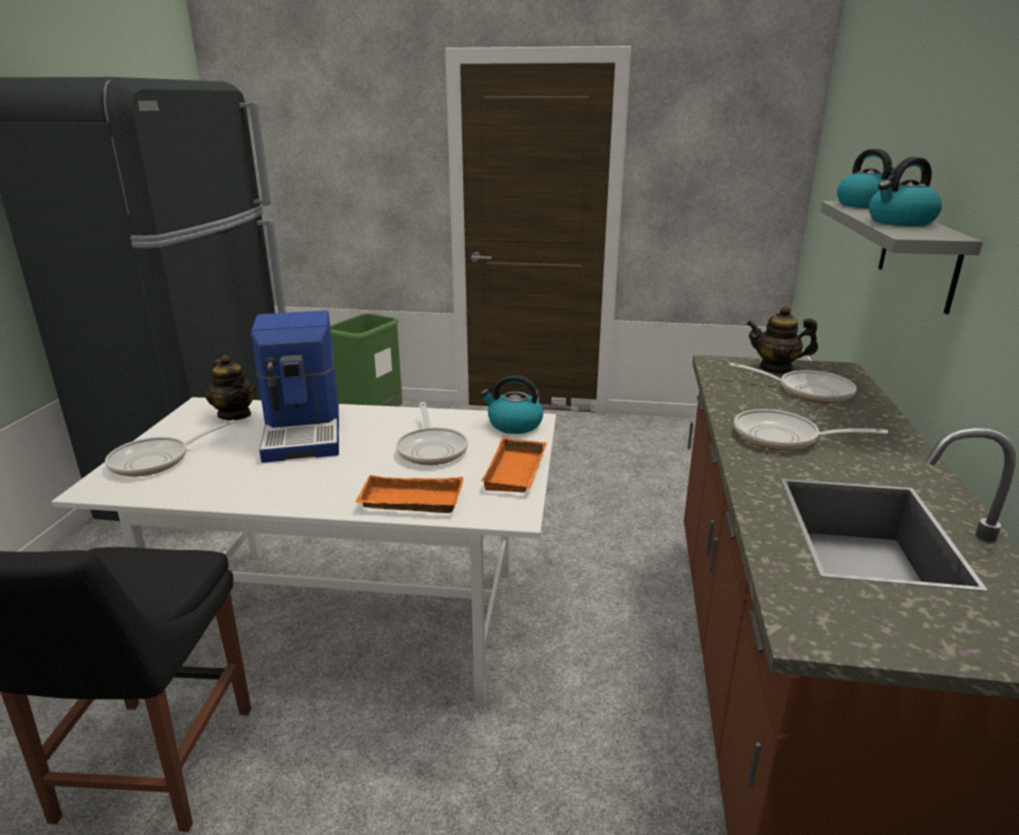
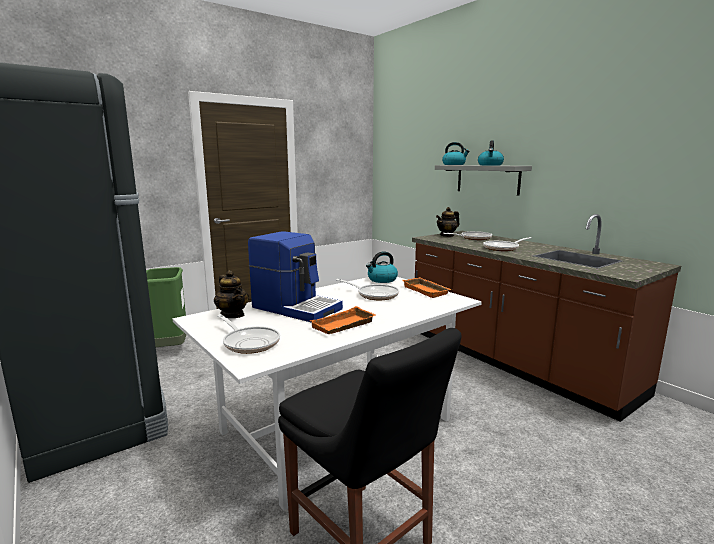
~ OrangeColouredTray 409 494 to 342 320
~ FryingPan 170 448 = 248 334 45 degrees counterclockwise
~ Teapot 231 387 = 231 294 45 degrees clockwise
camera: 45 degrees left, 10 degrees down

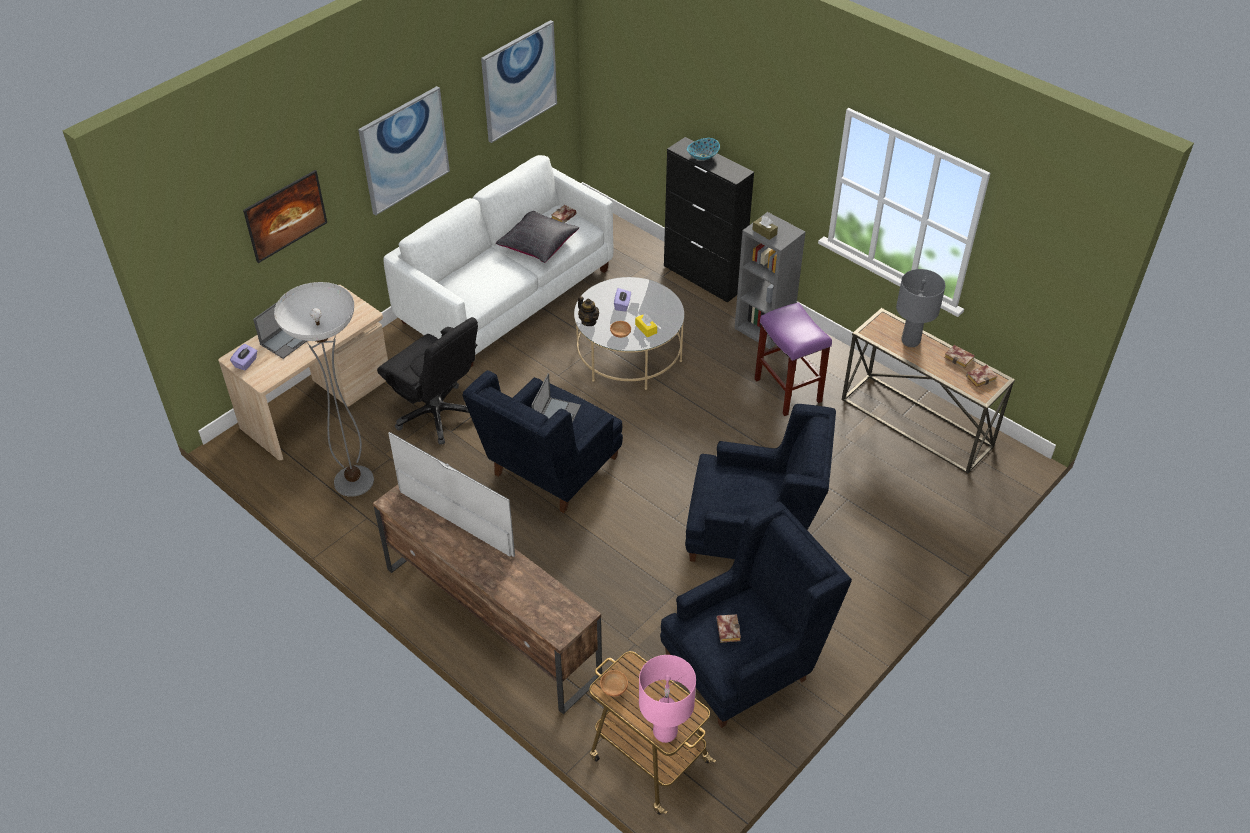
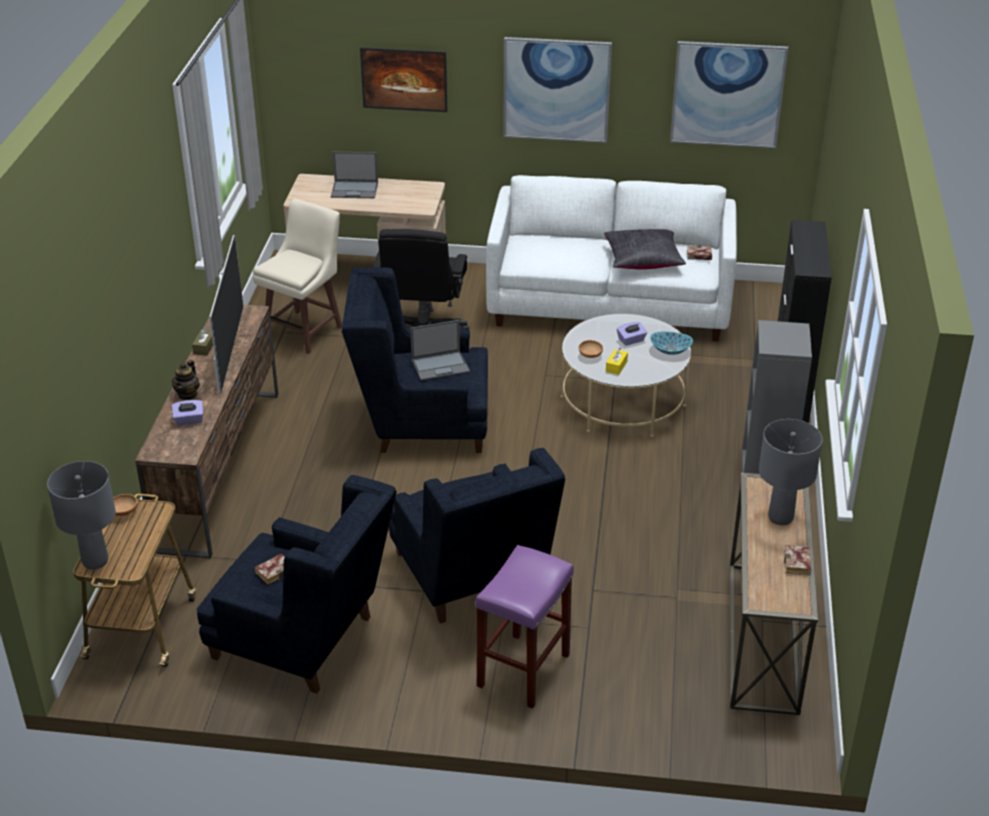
- Book 981 376
~ PurpleTissueBox 243 357 to 188 412
~ Teapot 588 311 to 186 380
~ Bowl 703 149 to 671 343
~ BrownishTissueBox 765 228 to 202 341
~ PurpleStoolSeat 793 359 to 524 627
~ StandingLamp 324 389 to BeigeStoolSeat 297 276
~ PinkColouredTableLamp 667 699 to GreyishTableLamp 81 515
camera: 55 degrees right, 10 degrees down

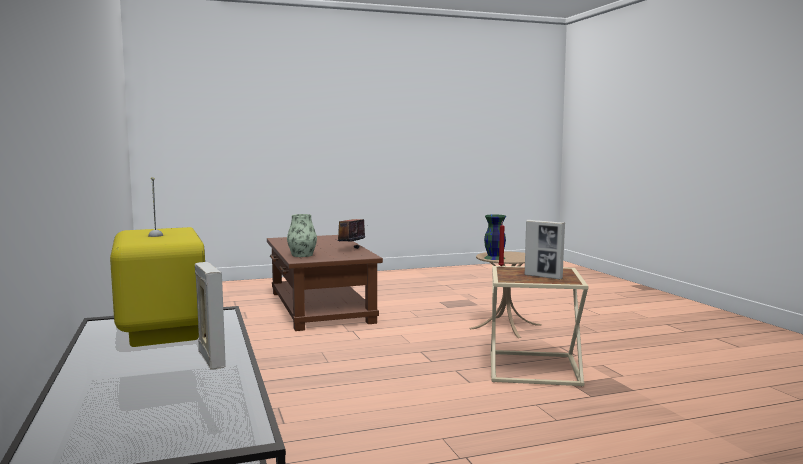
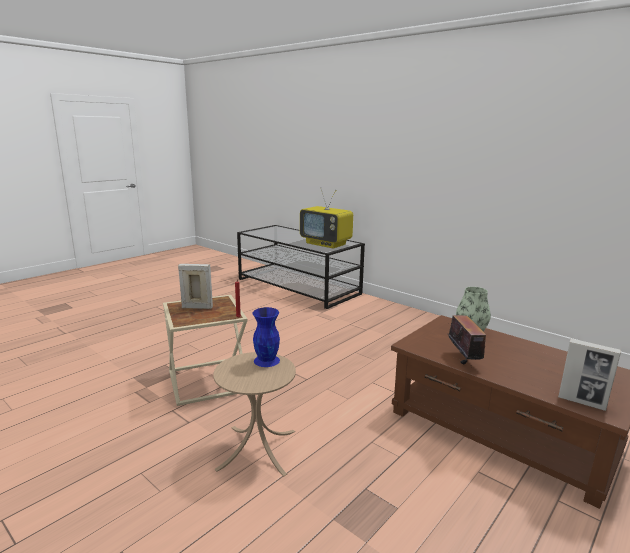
~ StandingFrame 210 316 to 589 374
~ GreenColouredVase 495 237 to BlueVase 266 337
camera: 150 degrees right, 10 degrees up

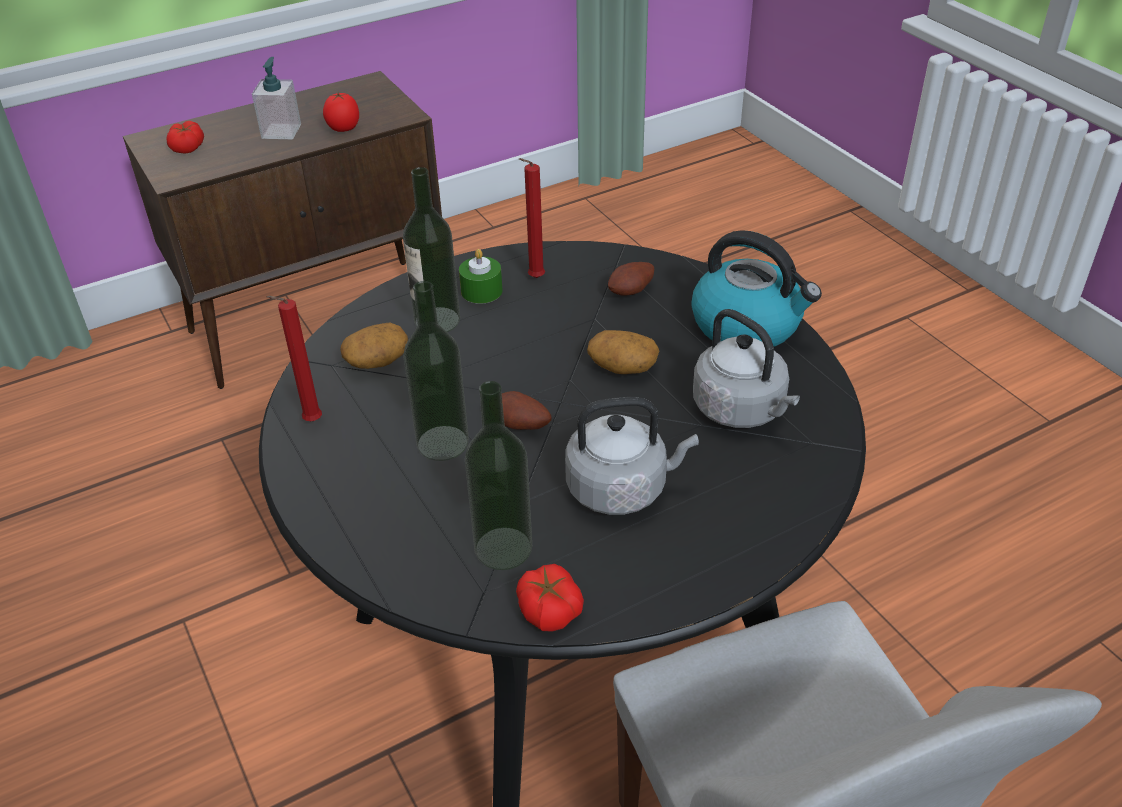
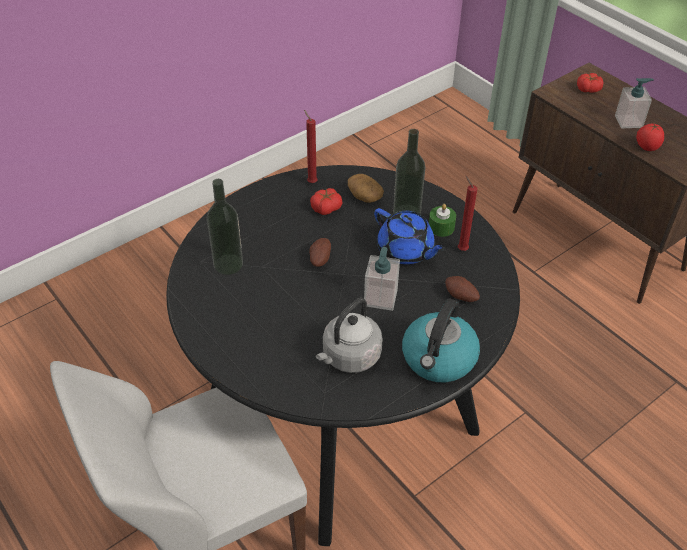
- BeverageBottle 436 371
- GreyishTeaKettle 632 456
+ BlueTeapot 410 236
~ WholeTomato 550 598 to 326 201
~ Spud 623 352 to SoapDispenser 382 279
camera: 80 degrees right, 5 degrees up

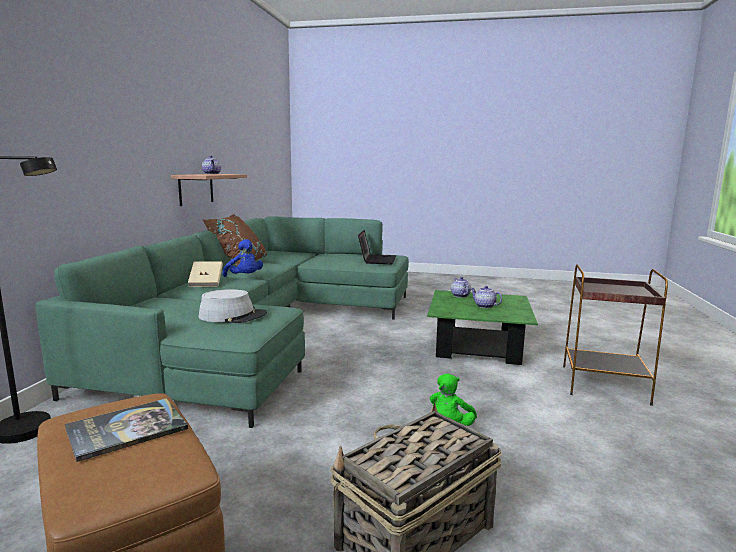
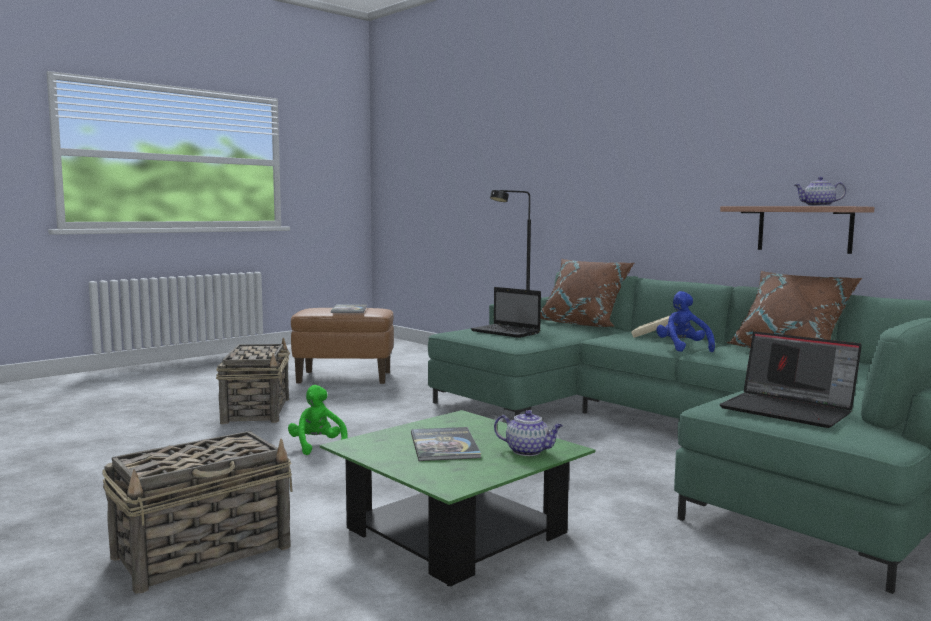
+ BrownishThrowPillow 587 293
~ GreyishClothingHat 233 306 to NotebookComputer 506 312
~ Teapot 486 297 to Book 446 444
~ BrownishAccentTable 615 335 to StorageBasket 197 512
~ BlueSoftToy 243 258 = 685 321 90 degrees clockwise
camera: 125 degrees right, 5 degrees down

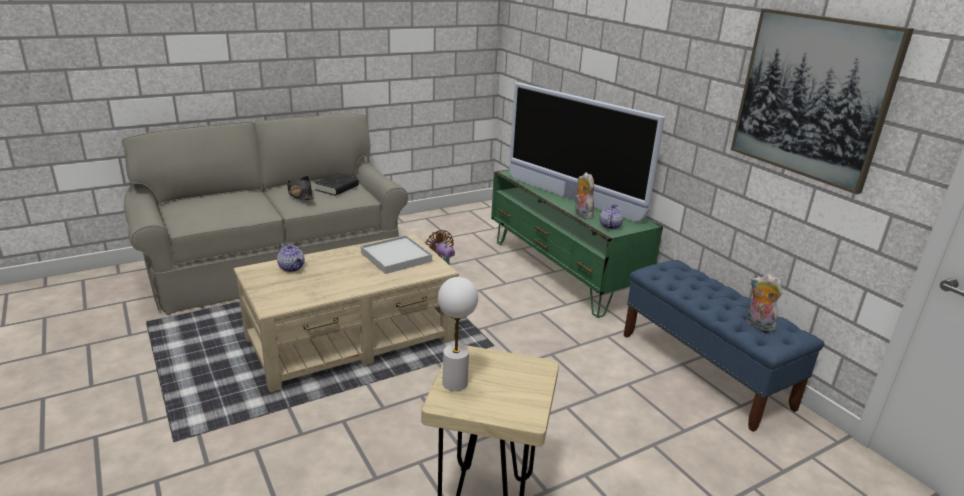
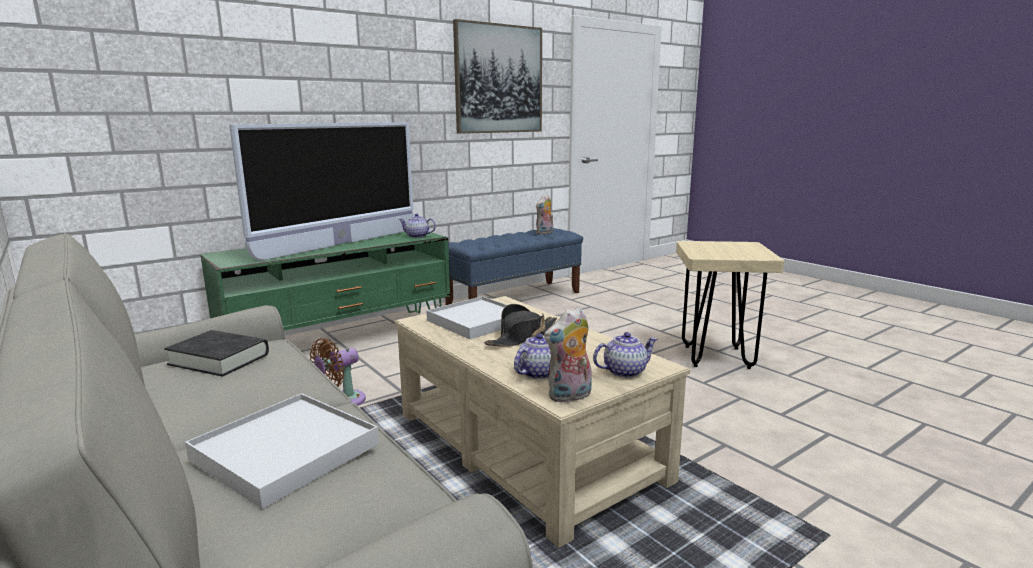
- WhitishTableLamp 458 334
+ WhitishTray 282 451
+ Teapot 625 355
~ BlackishClothingHat 300 188 to 520 325
~ SoftToy 584 195 to 568 355
camera: 95 degrees left, 10 degrees down

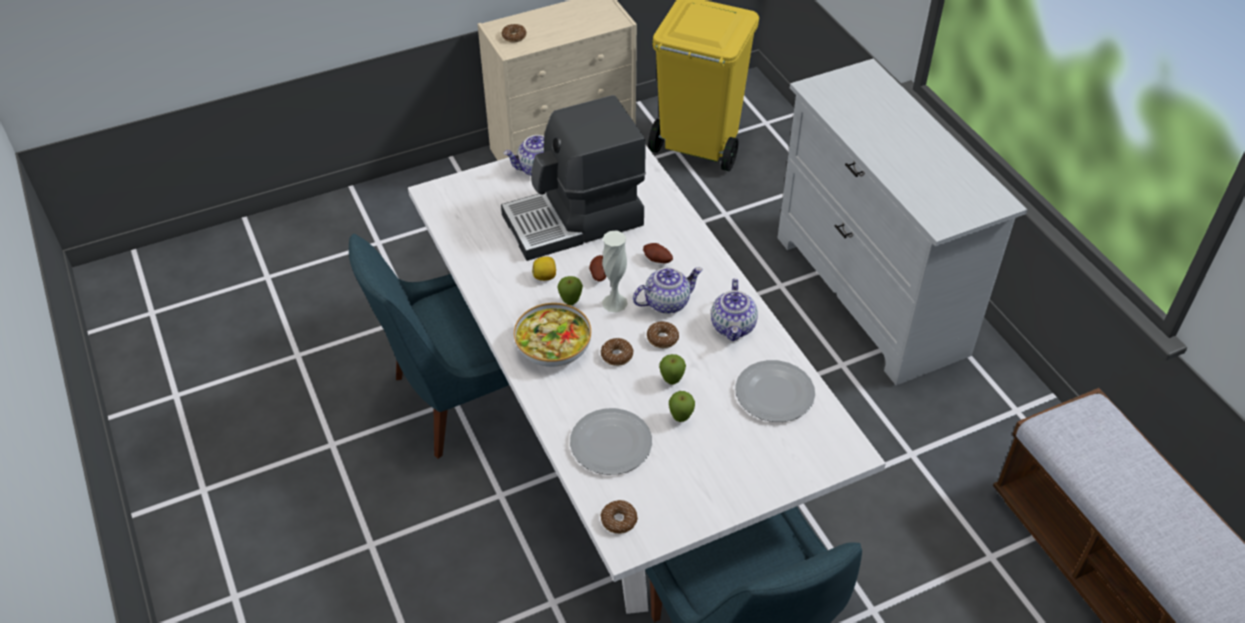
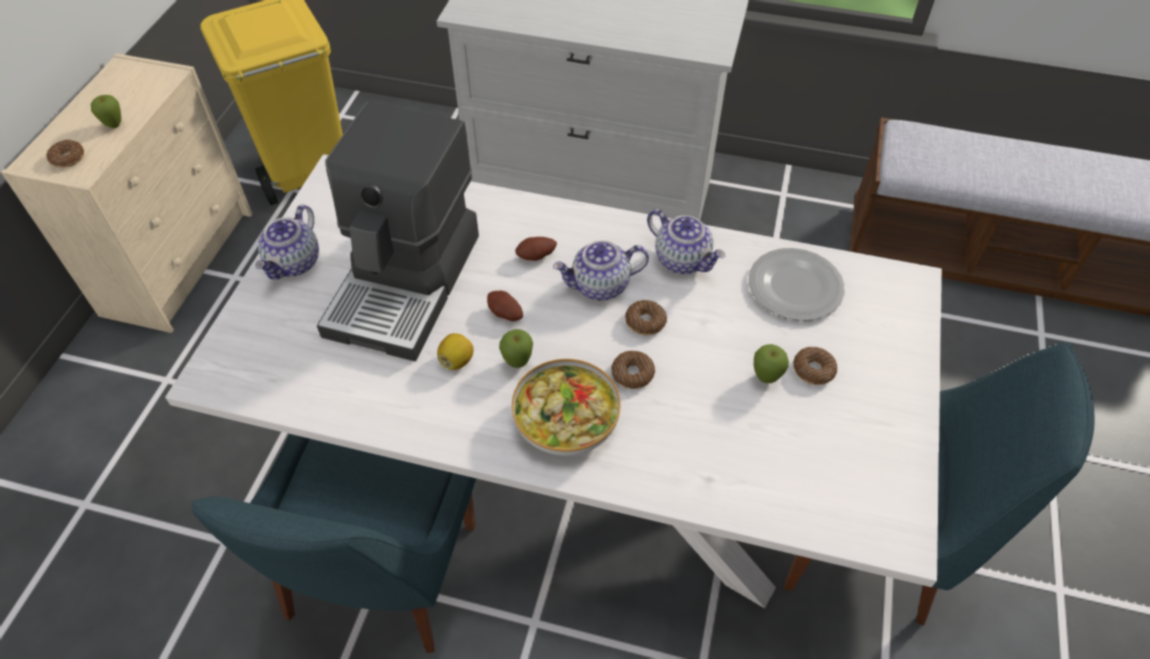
- FlatDish 611 441
- WhitishVase 615 271
~ Donut 619 517 to 815 366
~ AppleFruit 672 369 to 106 111
~ Teapot 668 290 = 601 270 120 degrees counterclockwise
camera: 50 degrees left, 5 degrees up

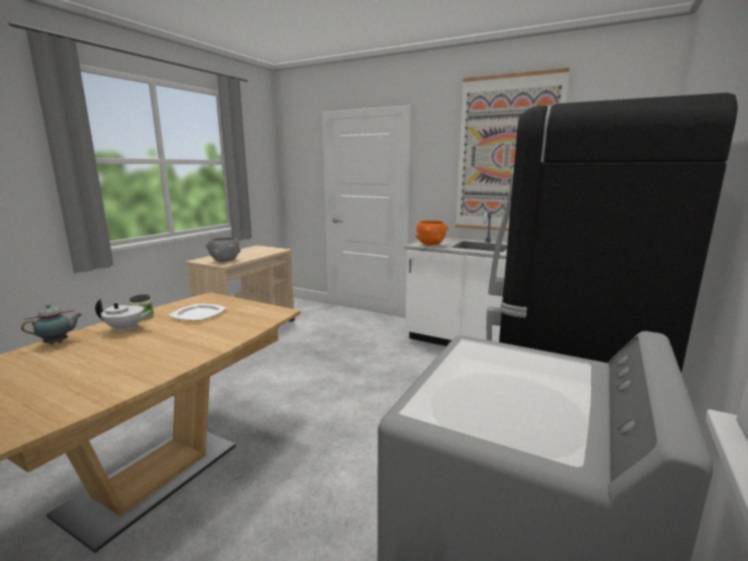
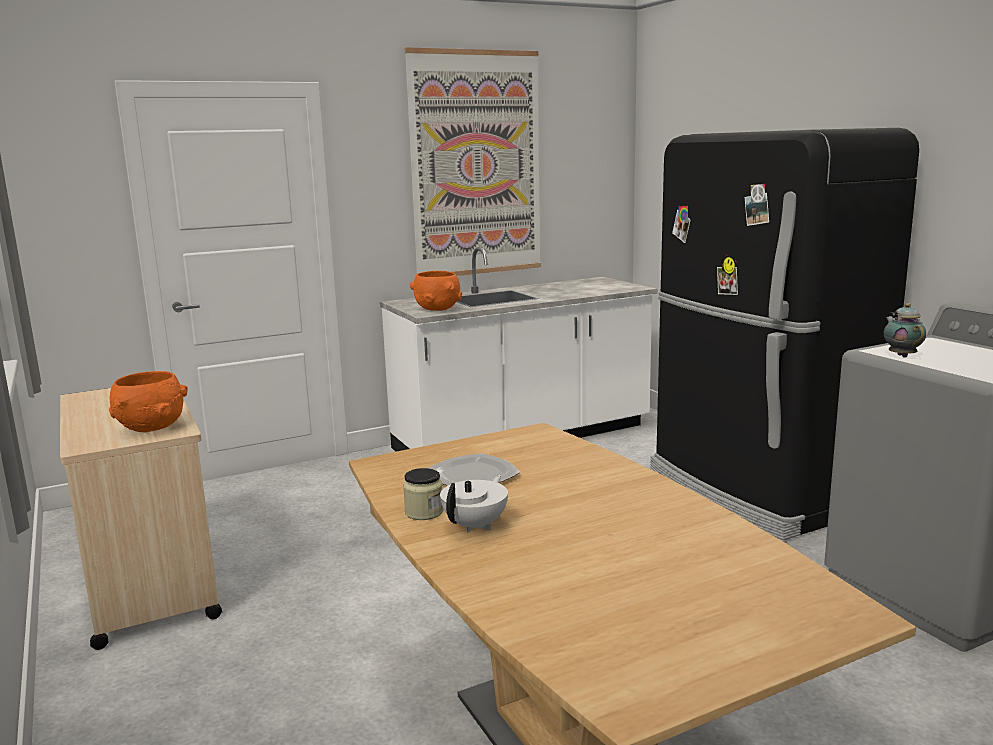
~ Teapot 51 324 to 905 330
~ GreyishBowl 223 249 to OrangeColouredBowl 148 401
camera: 55 degrees left, 0 degrees up

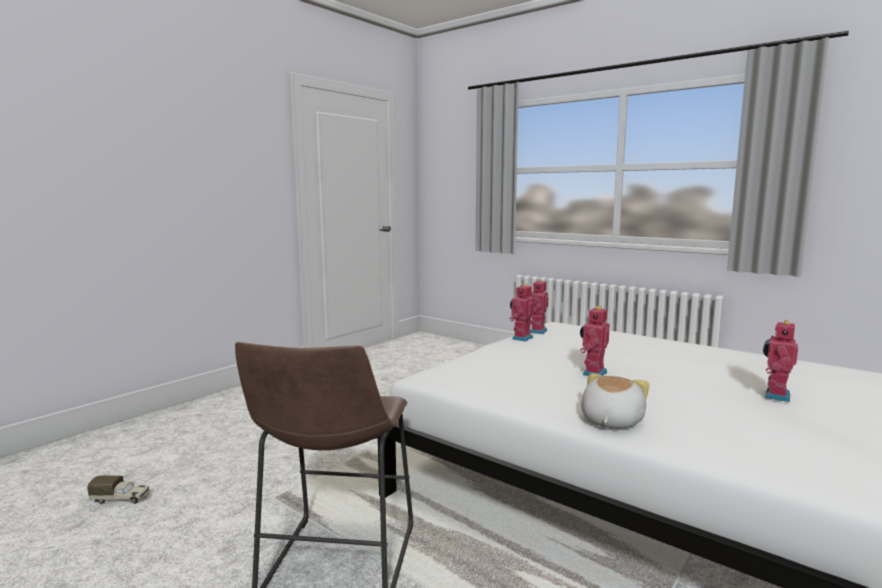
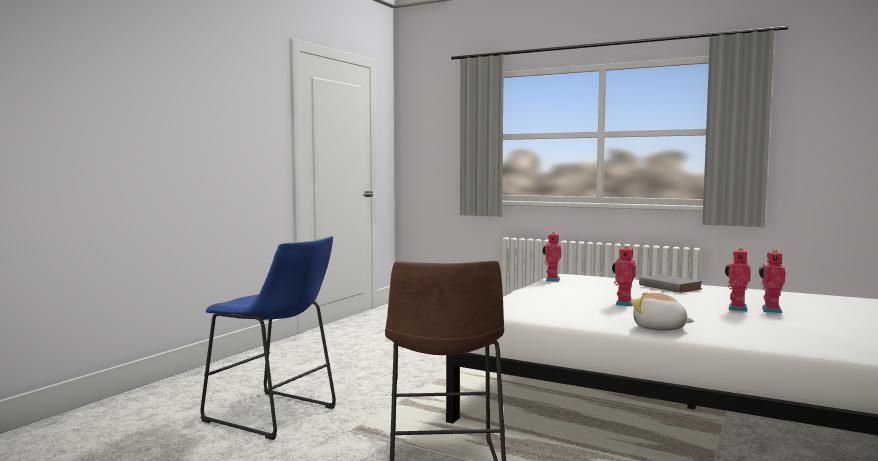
- ToyTruck 118 489
+ BlueStoolSeat 268 338
+ GreyishBook 670 283
~ ModelRobot 522 313 to 738 279
~ SoftToy 615 401 = 662 311 75 degrees counterclockwise
camera: 10 degrees left, 5 degrees down

